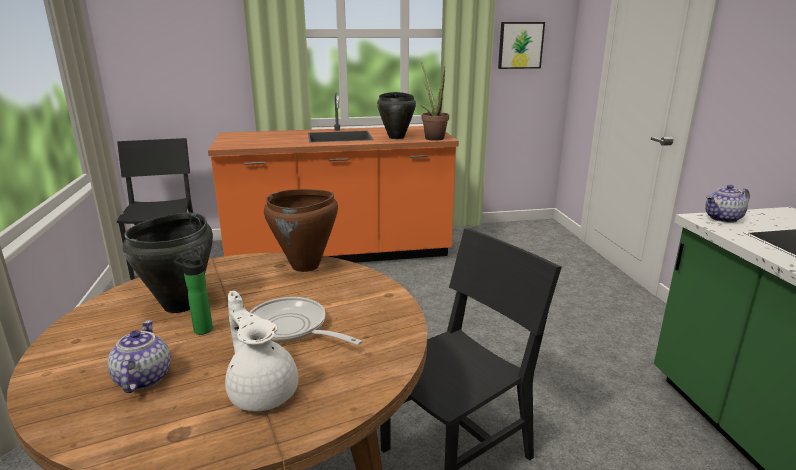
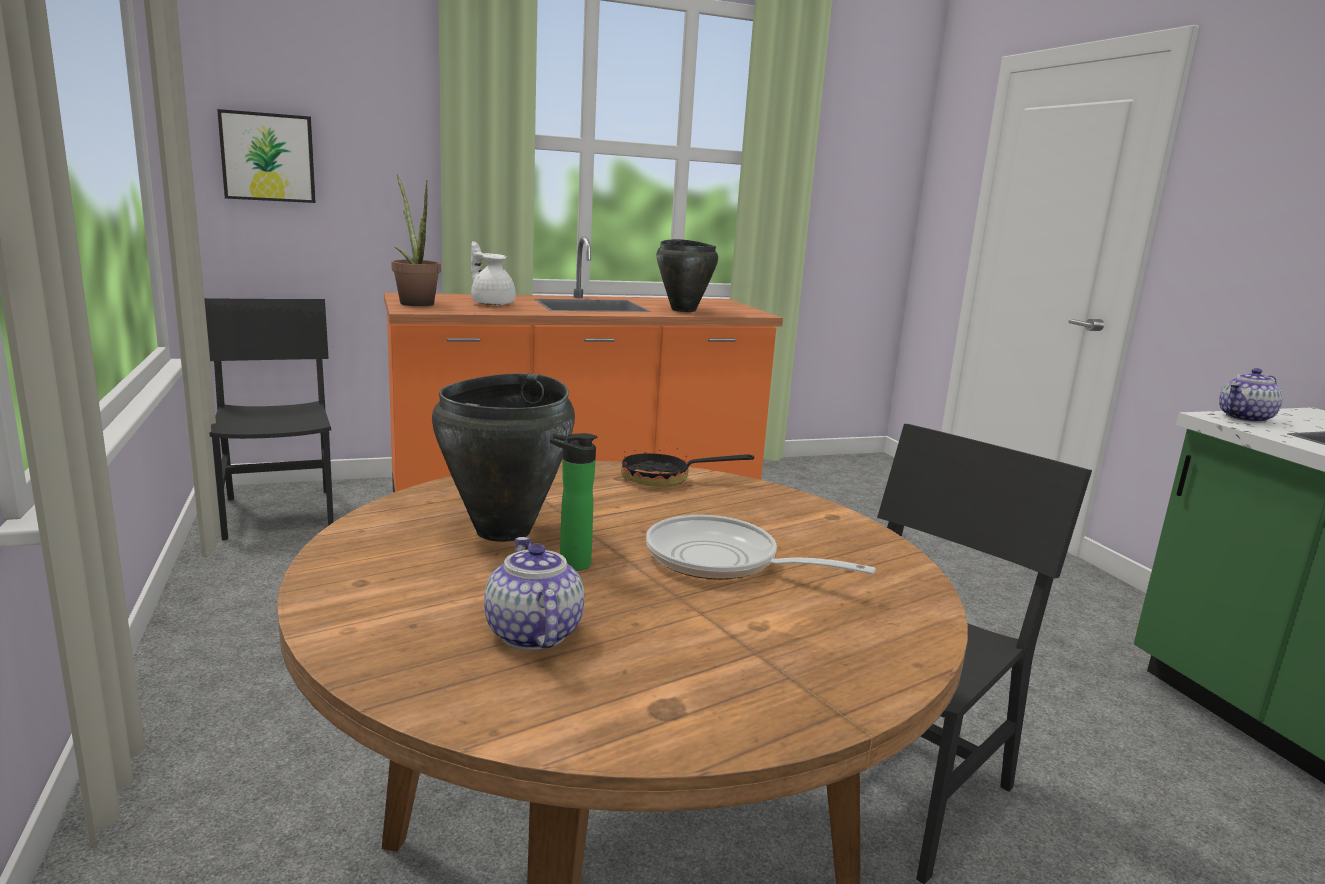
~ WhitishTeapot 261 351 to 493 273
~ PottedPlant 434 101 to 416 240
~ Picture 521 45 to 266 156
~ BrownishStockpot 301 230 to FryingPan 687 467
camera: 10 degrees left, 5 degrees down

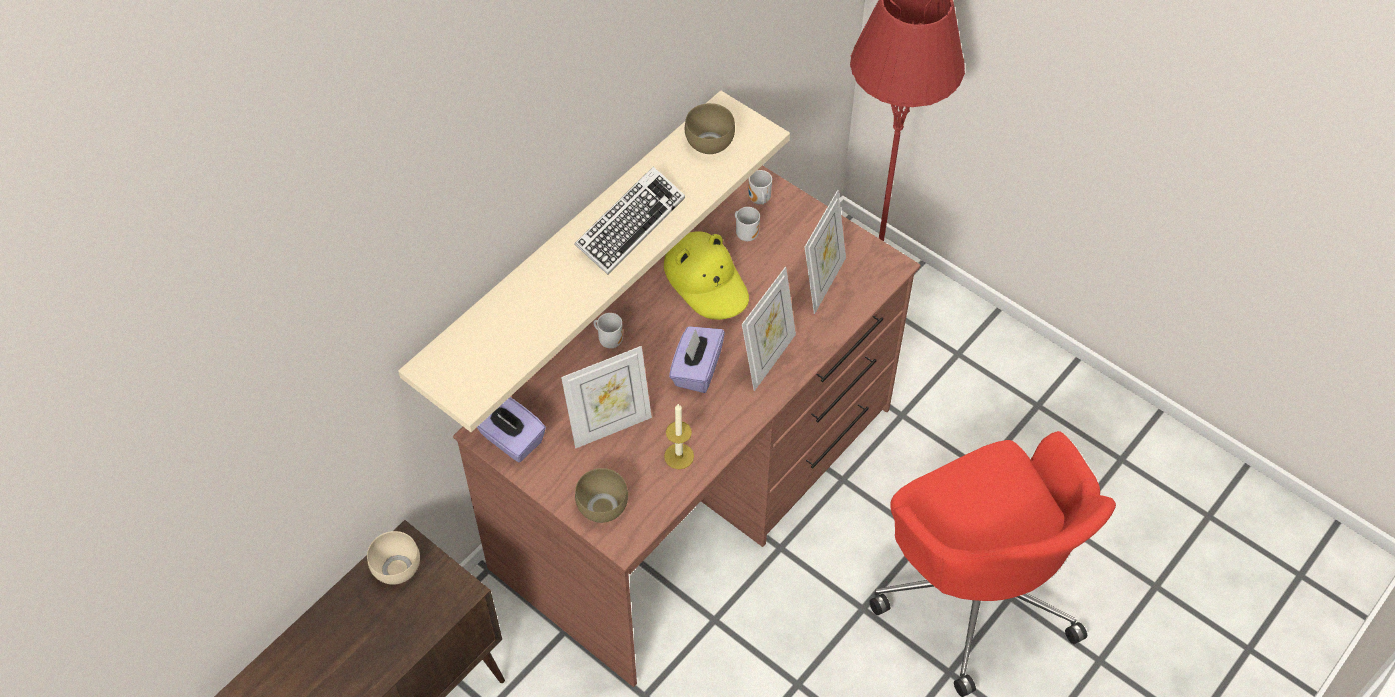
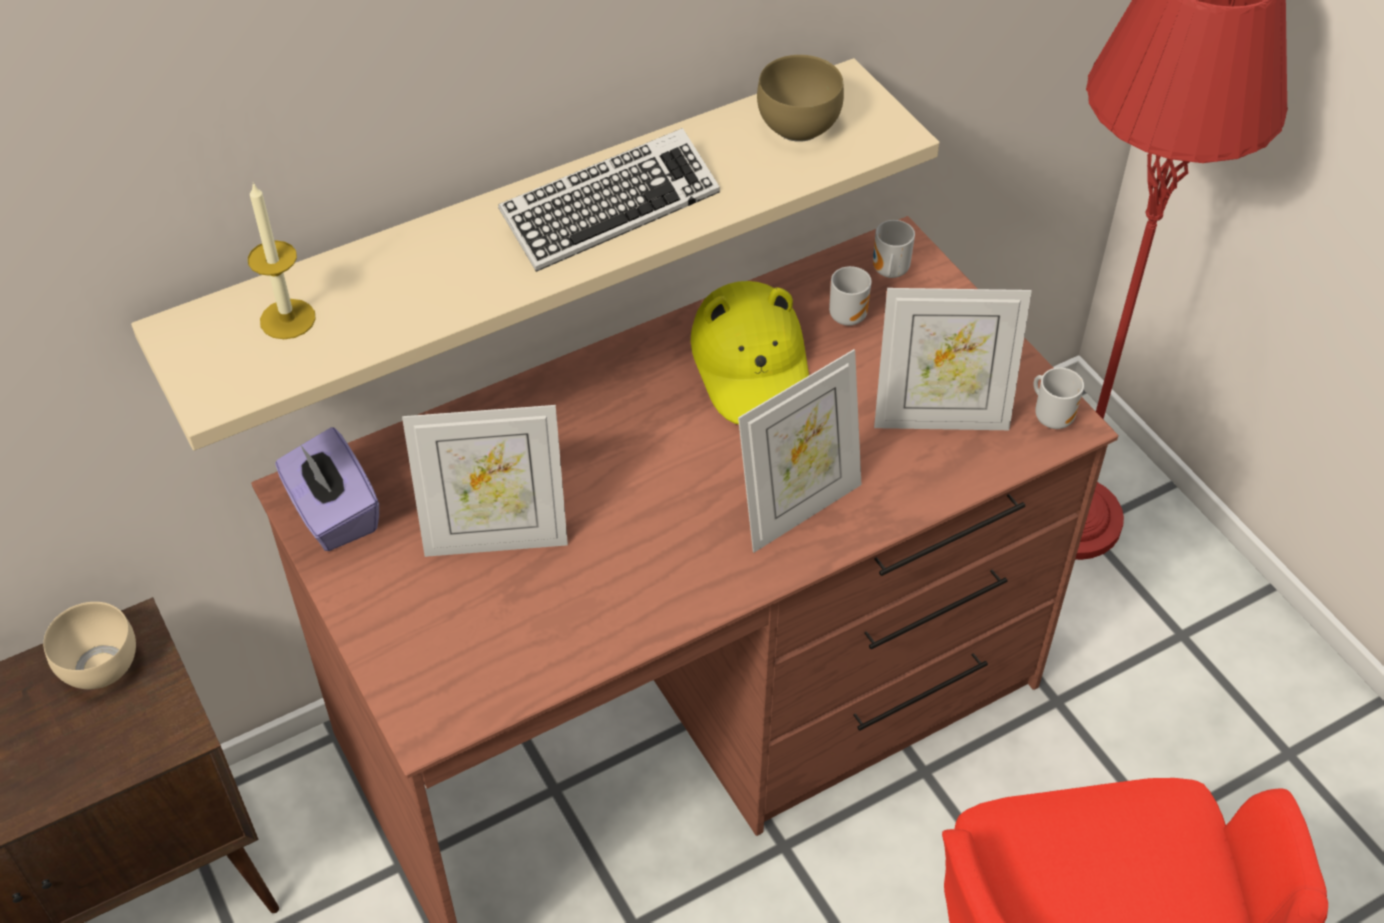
- BrownishBowl 601 495
- PurpleTissueBox 697 359
~ CoffeeMug 608 330 to 1059 398
~ WaxLight 679 436 to 282 261
~ StandingFrame 825 252 = 953 359 45 degrees clockwise
camera: 20 degrees right, 5 degrees down

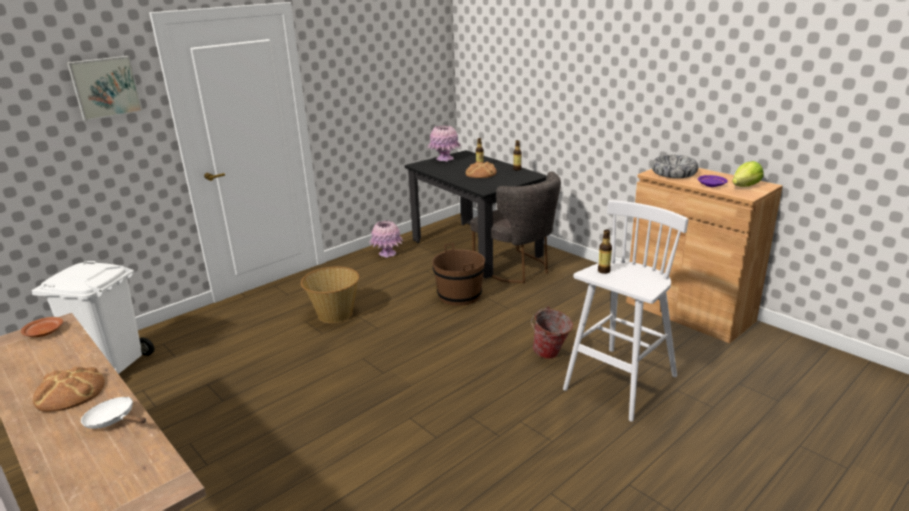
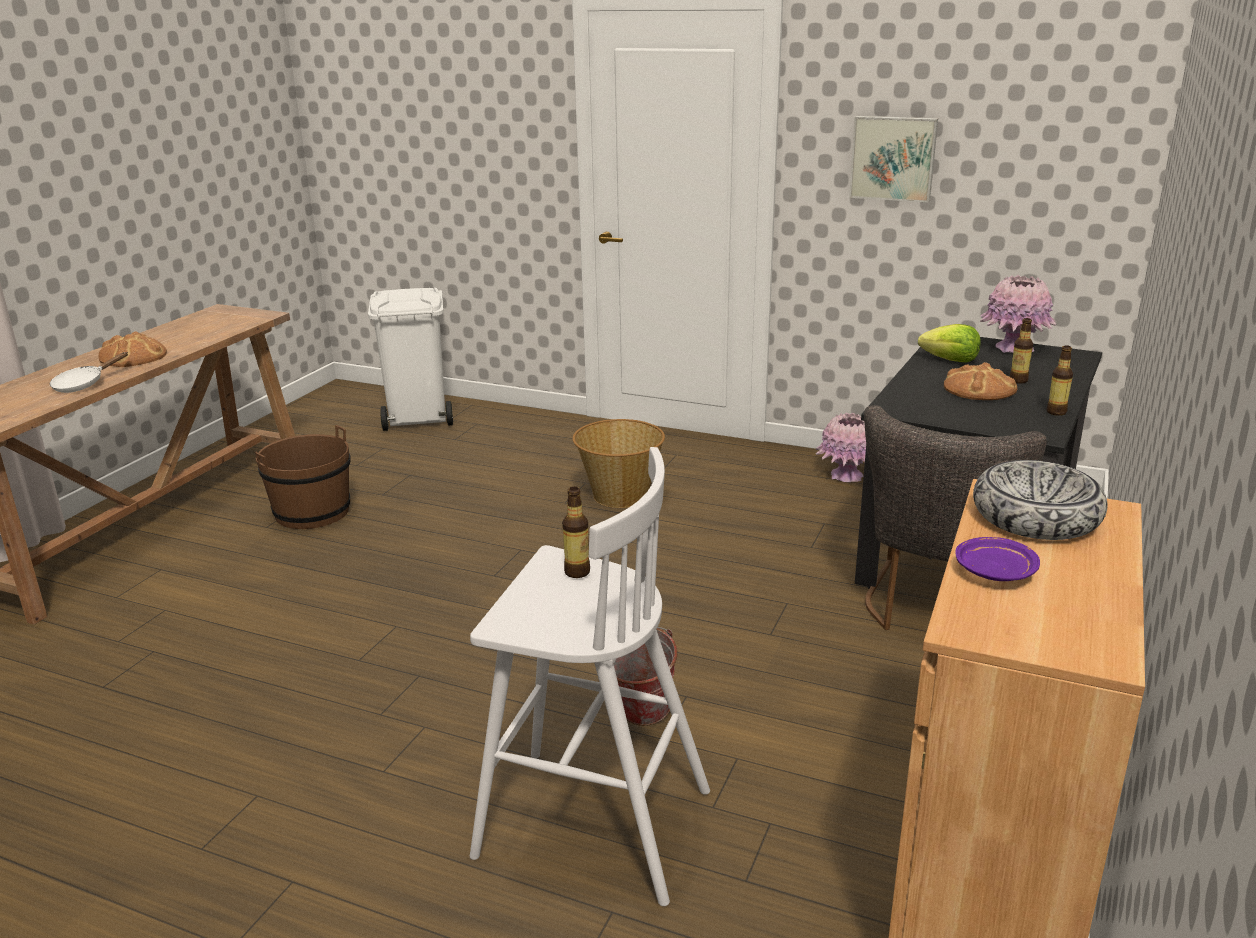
- BrownishFlatDish 42 327
~ Picture 105 88 to 893 159
~ BrownishPail 458 274 to 303 477
~ LettuceHead 748 174 to 949 343
~ WhitishFryingPan 113 413 = 89 372 150 degrees counterclockwise
camera: 65 degrees right, 0 degrees up

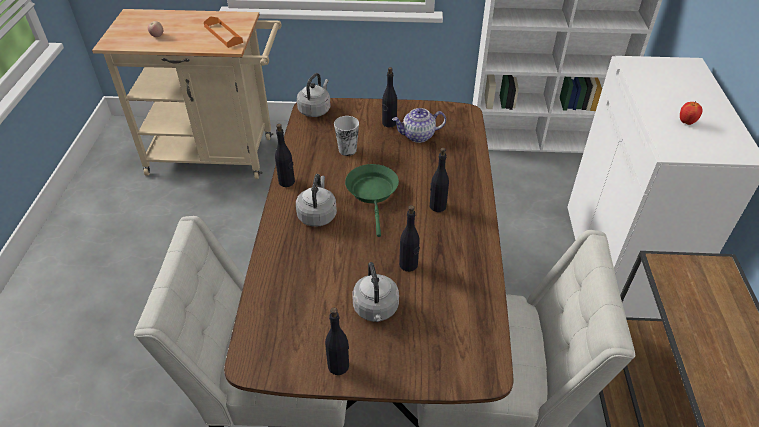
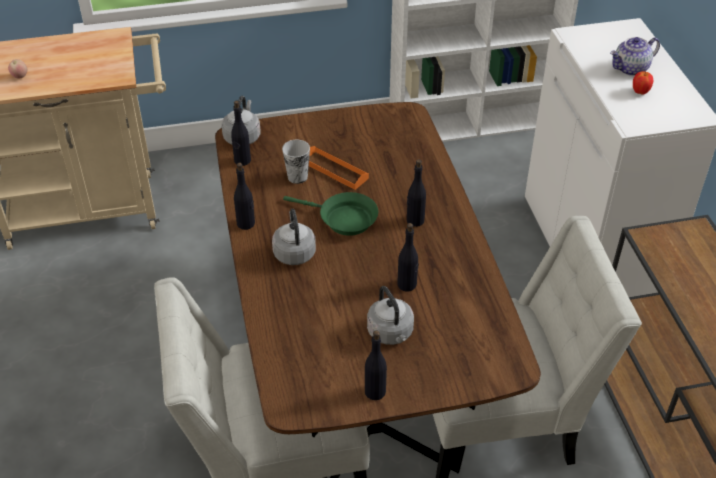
~ OrangeColouredTray 223 32 to 339 168
~ BlackishBeverageBottle 389 97 to 241 133
~ Teapot 419 125 to 635 56
~ GreenColouredFryingPan 372 200 = 330 214 135 degrees clockwise
camera: 15 degrees left, 0 degrees up

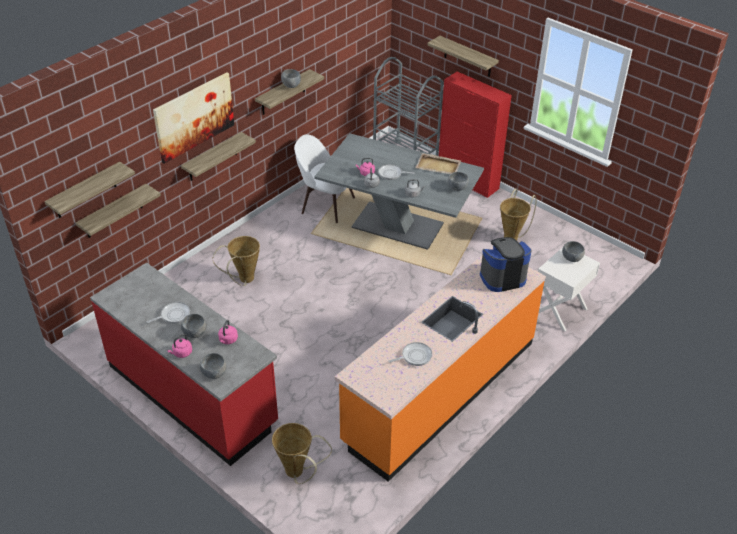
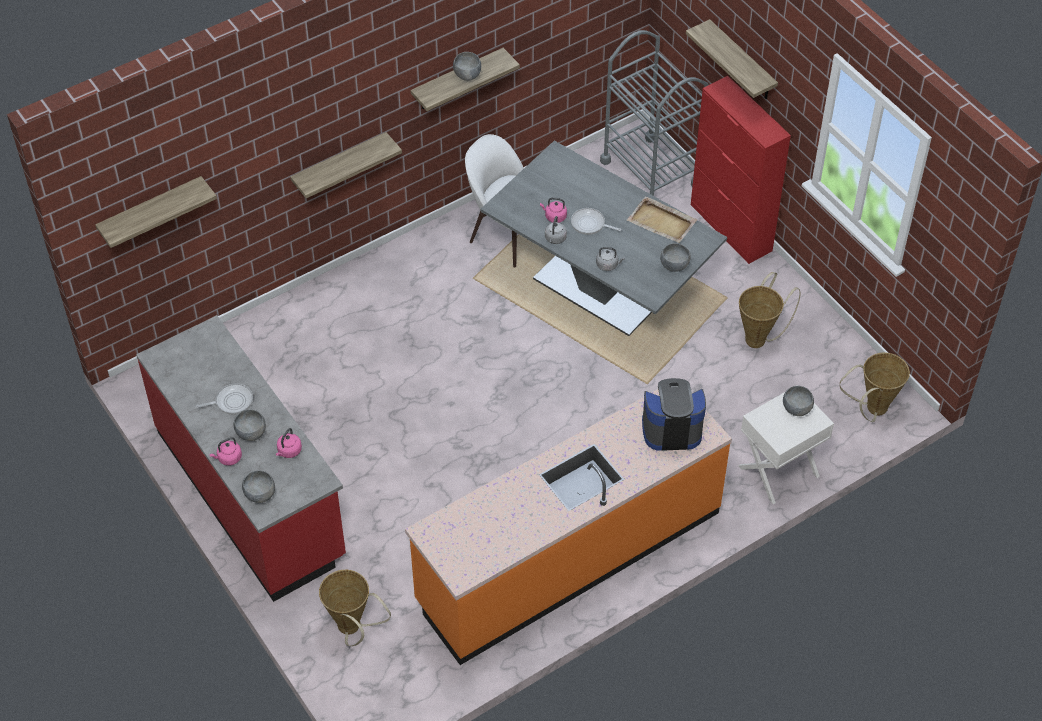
- Shelf 118 211
- Picture 193 118
- FryingPan 410 354
~ StorageBasket 236 261 to 875 387
camera: 15 degrees right, 10 degrees up

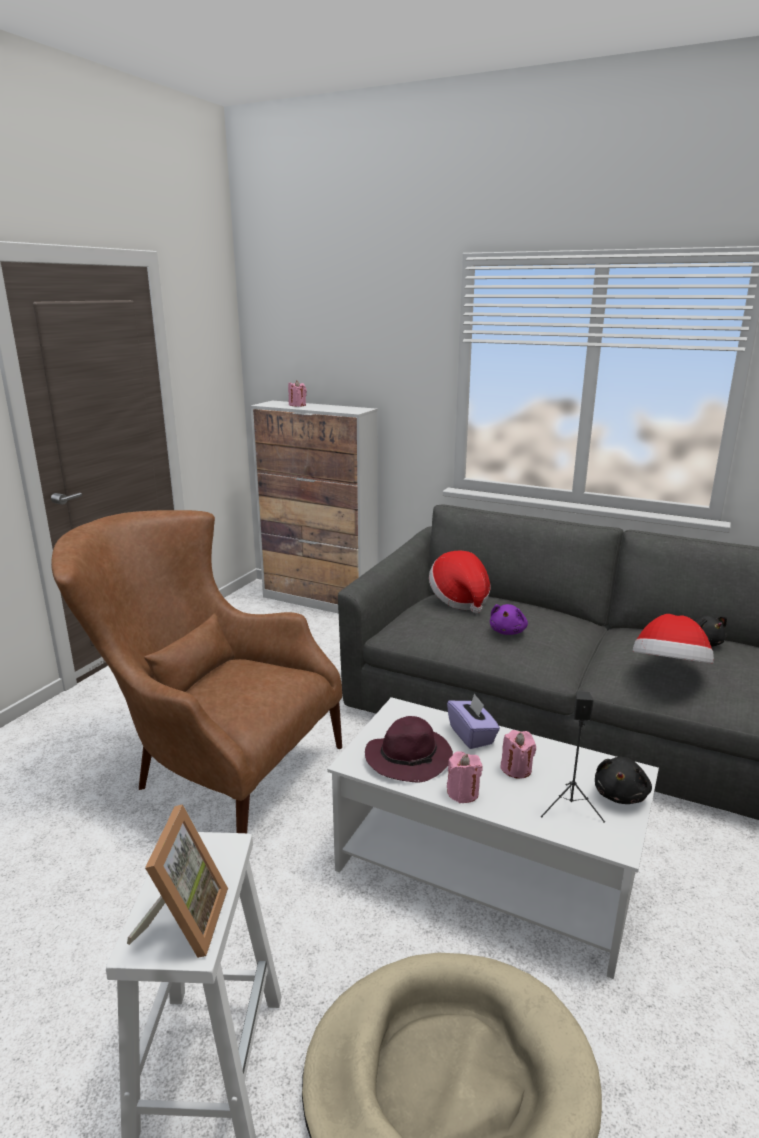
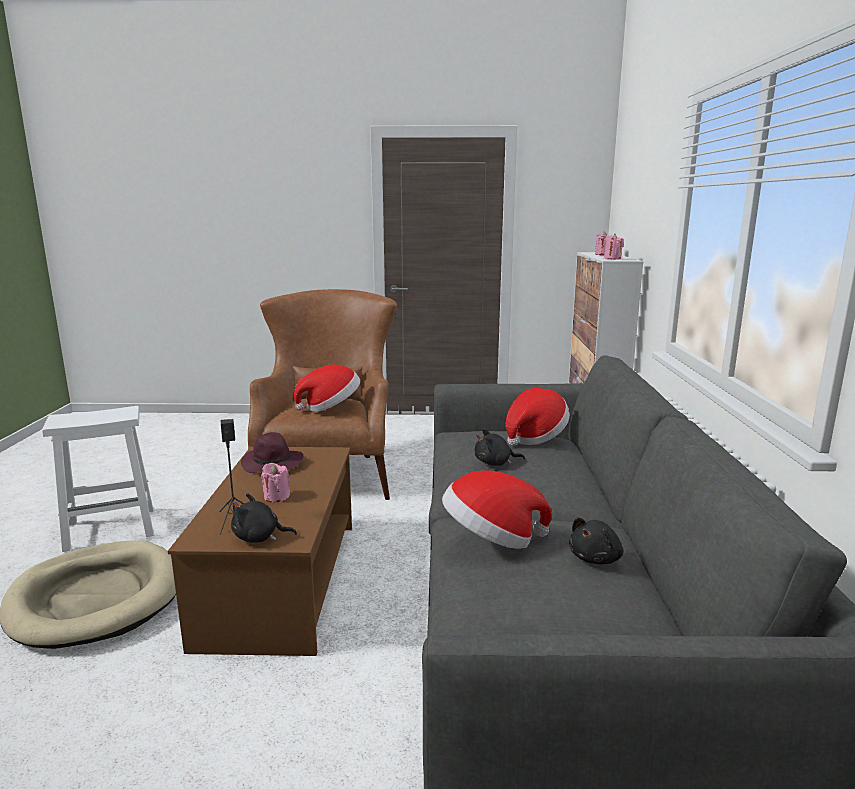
- StandingFrame 177 881
- PurpleTissueBox 473 721
+ ClothingHat 327 388
~ PinkColouredWaxLight 465 777 to 613 246
~ WhitishLoungeTable 493 838 to BrownishLoungeTable 260 551
~ PurpleSoftToy 509 619 to BlackishSoftToy 500 447
camera: 65 degrees right, 5 degrees down

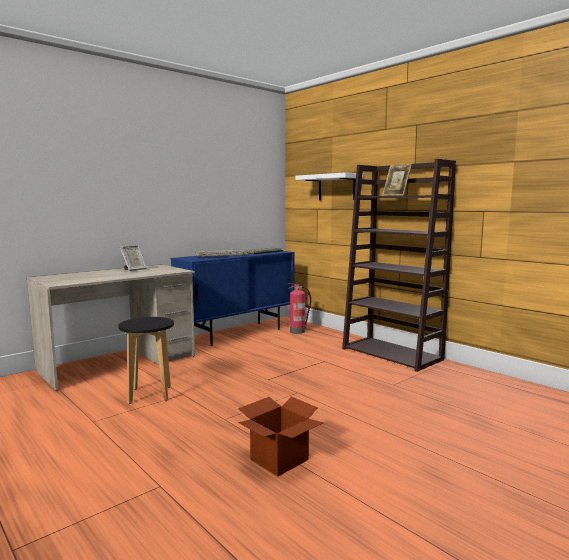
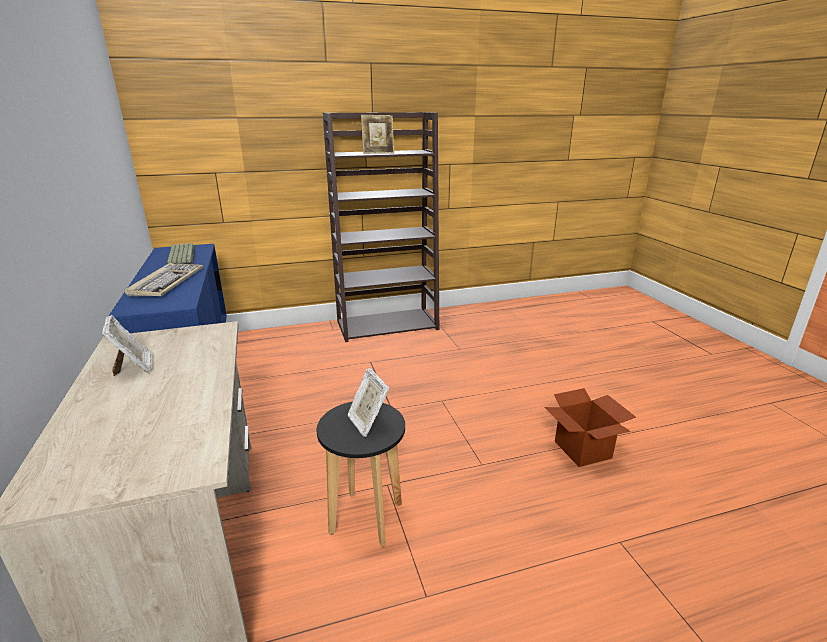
- Extinguisher 299 308
- WhitishShelf 329 186
+ StandingFrame 368 402
camera: 65 degrees left, 15 degrees up

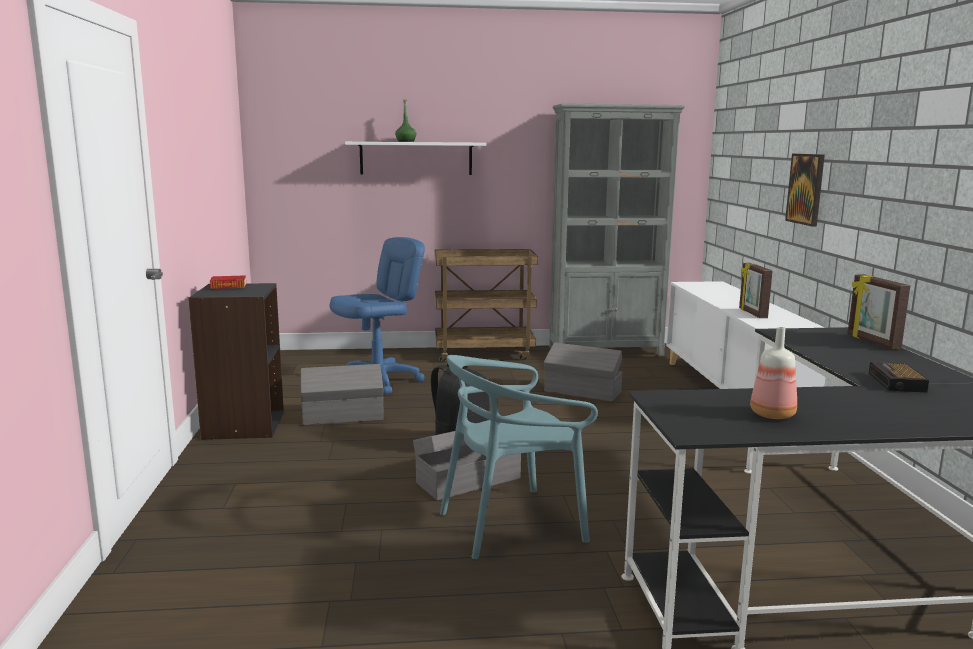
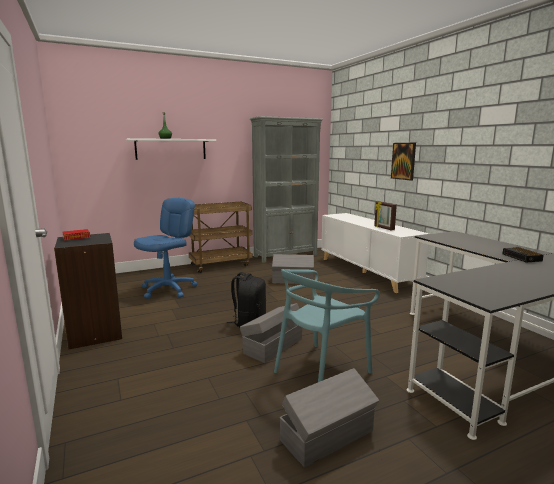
- BeverageBottle 773 373
- StandingFrame 879 311
~ GreyishStorageContainer 342 394 to 329 418
camera: 20 degrees left, 0 degrees up

